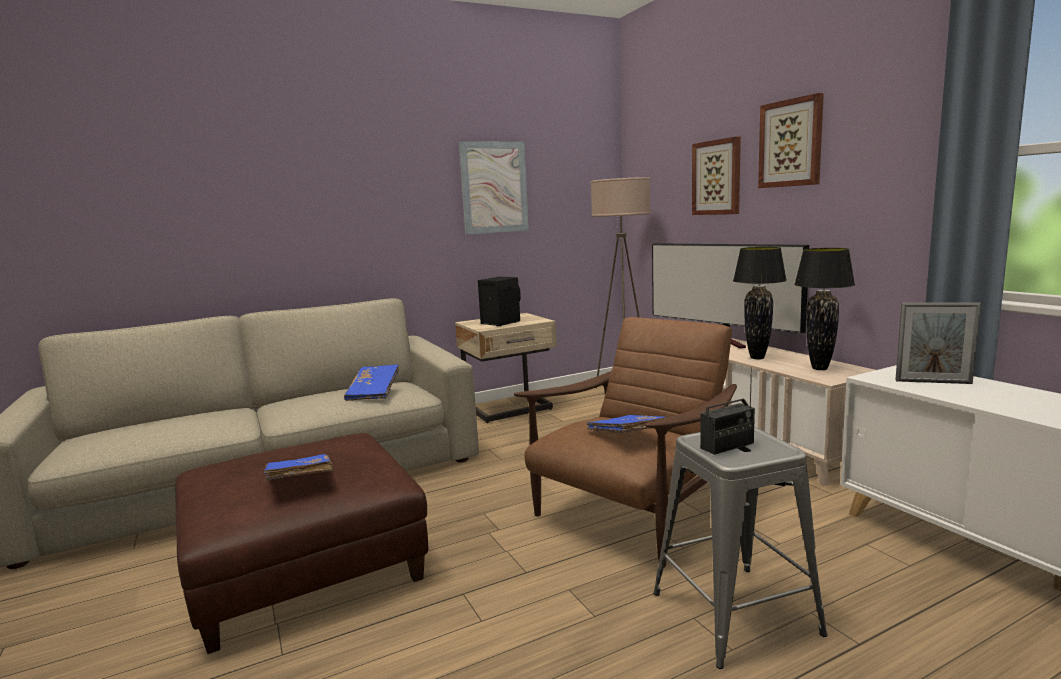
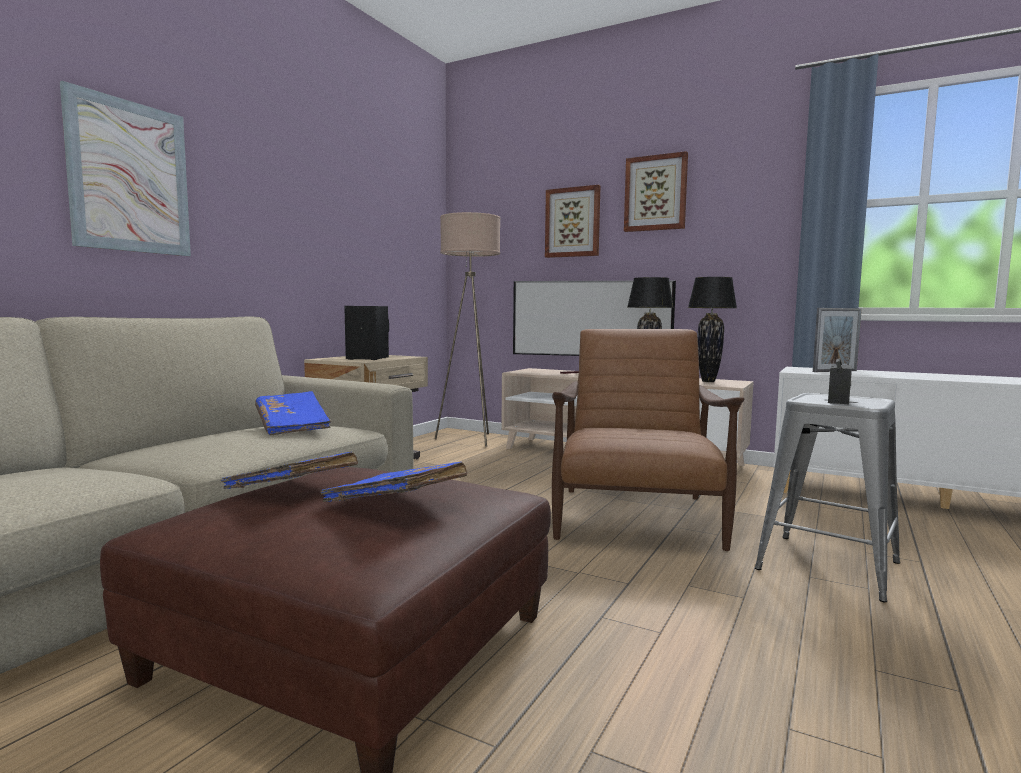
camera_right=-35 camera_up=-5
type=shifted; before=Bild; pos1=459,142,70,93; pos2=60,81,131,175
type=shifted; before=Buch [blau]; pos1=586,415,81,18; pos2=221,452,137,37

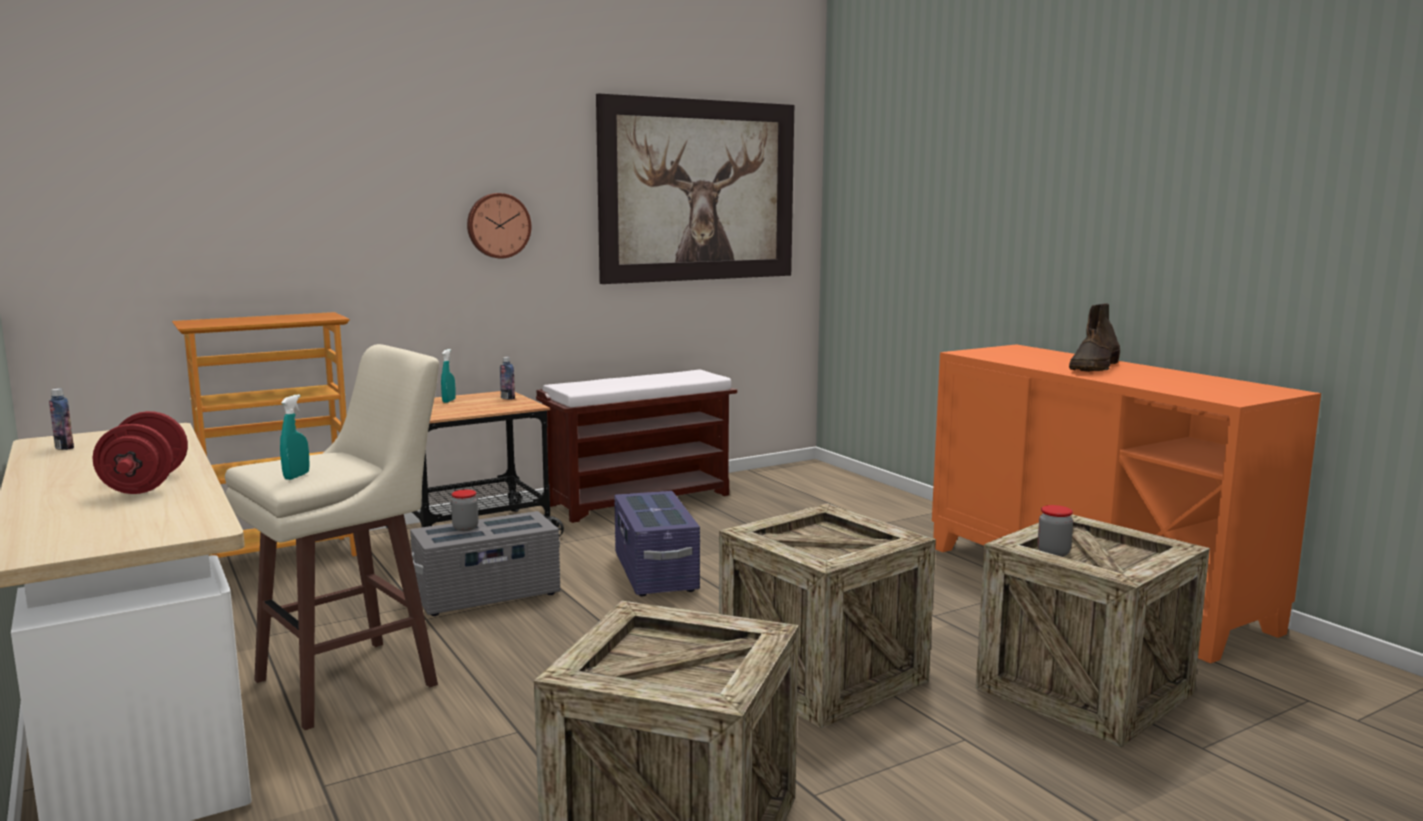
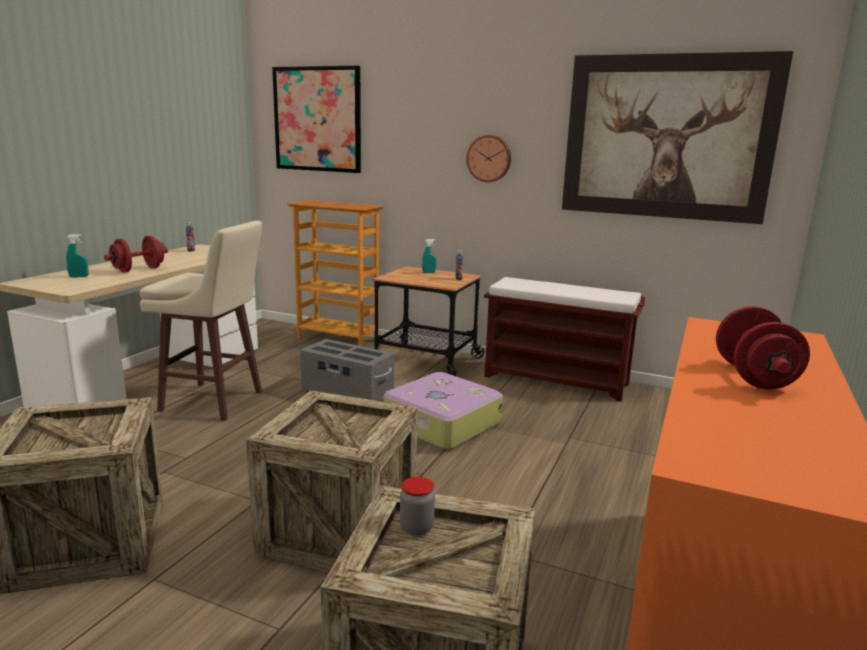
camera_right=55 camera_up=5
type=gone; before=Vorratsglas; pos1=451,489,28,42
type=new; after=Bild; pos2=272,66,89,107
type=shifted; before=Sprühflasche [türkis]; pos1=280,394,30,86; pos2=66,234,23,44
type=swapped; before=Aufbewahrungsbox [lila]; after=Koffer; pos1=614,491,86,105; pos2=384,372,119,78
type=swapped; before=Stiefel [braun]; after=Hantel [rot]; pos1=1069,303,51,69; pos2=716,306,94,83

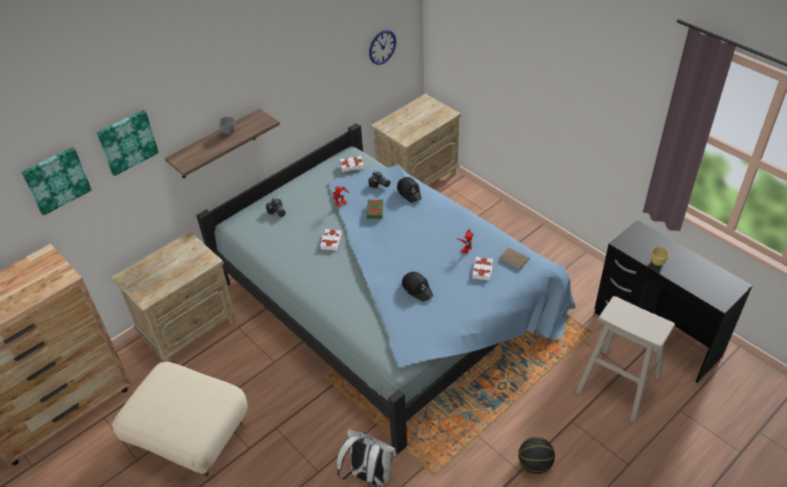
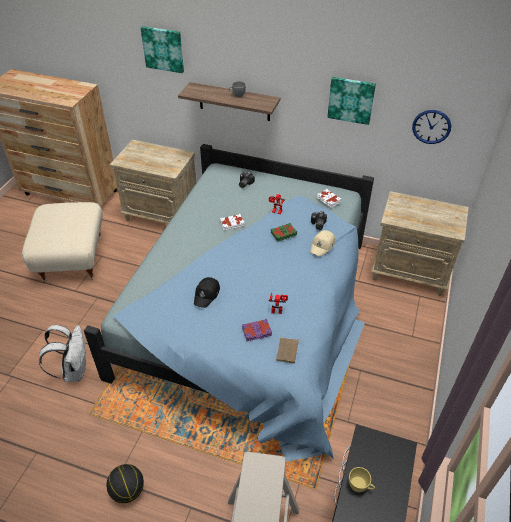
camera_right=60 camera_up=0
type=shifted; before=Bild; pos1=21,147,71,69; pos2=327,77,49,48
type=repainted; before=Kappe [schwarz]; after=Kappe [beige]; pos1=397,177,25,26; pos2=310,230,25,26
type=repainted; before=Buch [weiß]; after=Buch [lila]; pos1=472,257,21,23; pos2=242,319,30,22

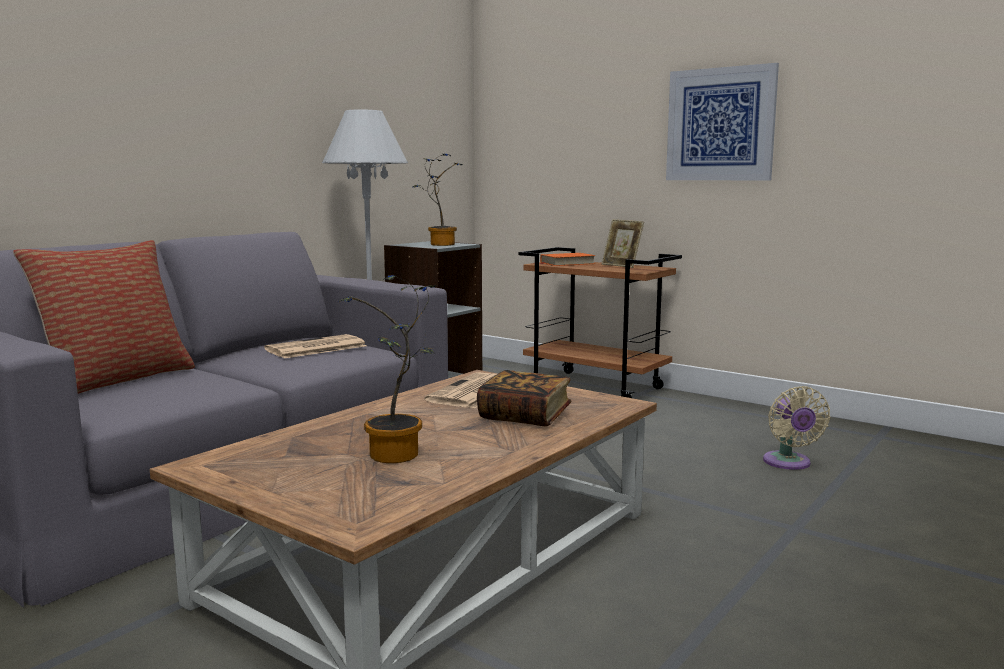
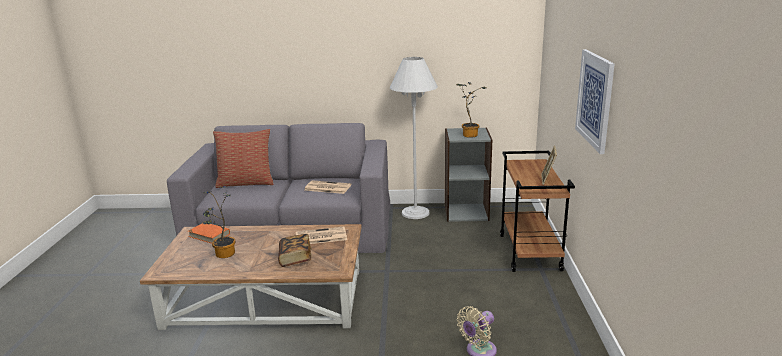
camera_right=55 camera_up=10
type=shifted; before=Buch [orange]; pos1=540,253,56,13; pos2=188,223,42,21

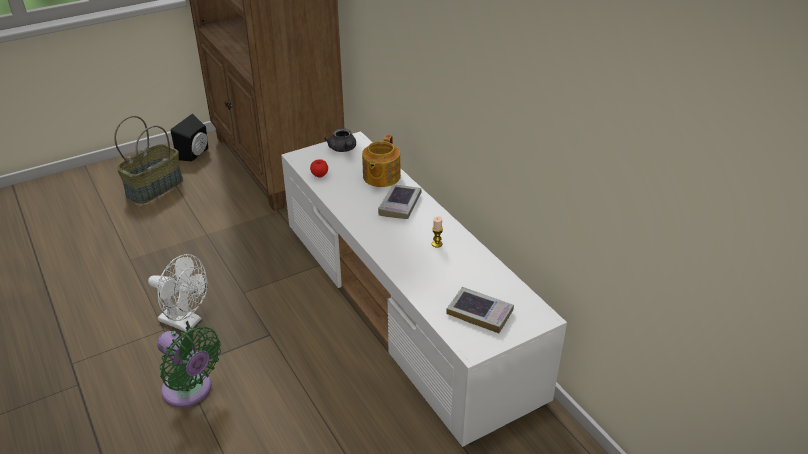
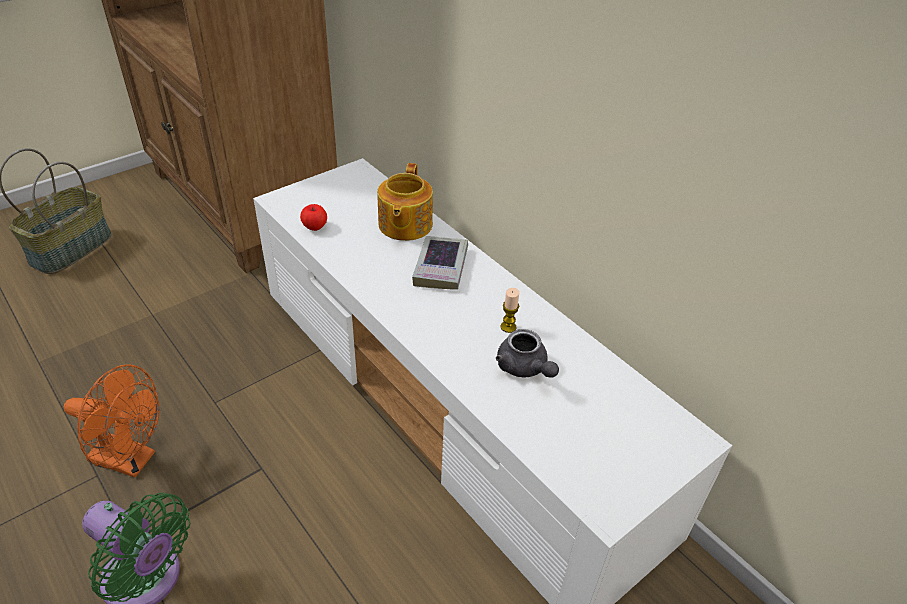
camera_right=-10 camera_up=5
type=gone; before=Lautsprecher [schwarz]; pos1=171,114,37,47
type=gone; before=Buch; pos1=446,287,68,46
type=shifted; before=Teekanne [grau]; pos1=324,128,32,24; pos2=496,329,63,49
type=repainted; before=Ventilator [weiß]; after=Ventilator [orange]; pos1=148,254,60,78; pos2=64,364,96,113

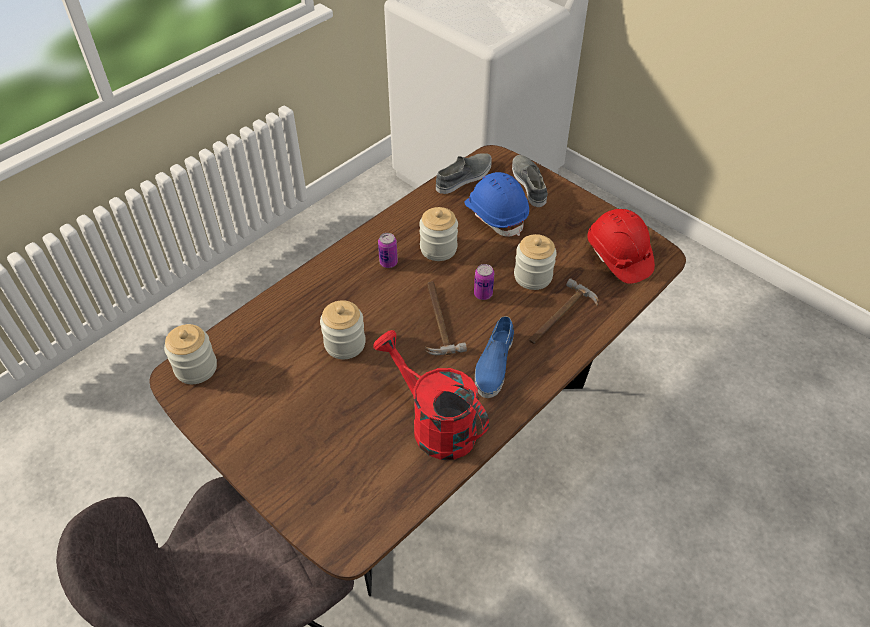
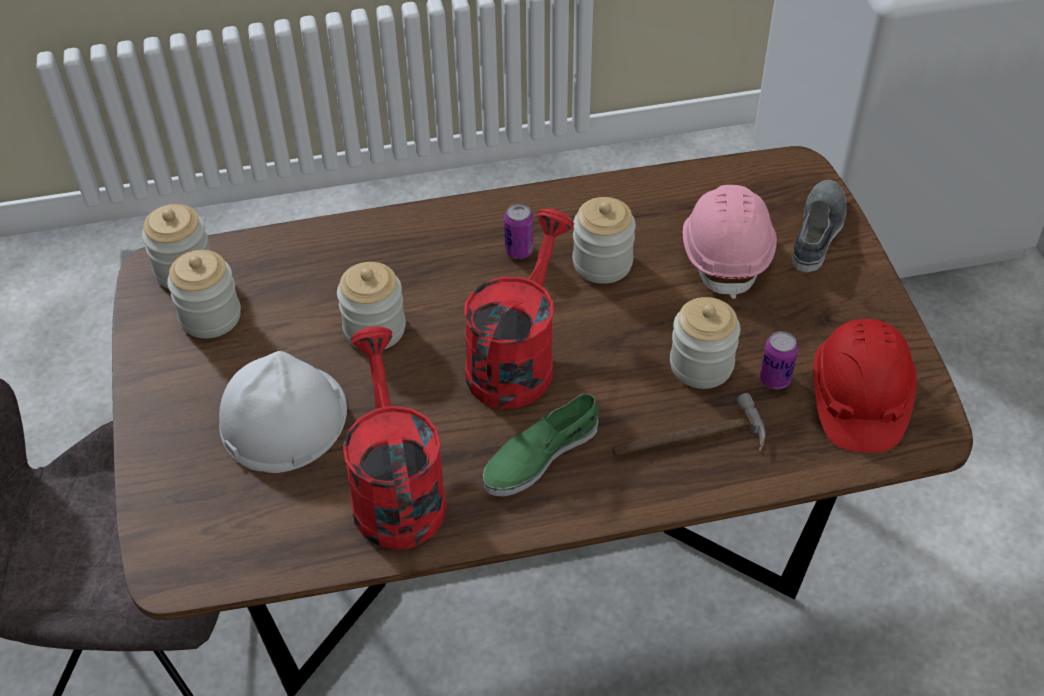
camera_right=35 camera_up=0
type=gone; before=Schuh [grau]; pos1=436,153,56,41
type=new; after=Vorratsglas; pos2=167,250,74,88
type=new; after=Schutzhelm [weiß]; pos2=219,351,128,122
type=shifted; before=Dose; pos1=474,264,20,36; pos2=760,331,38,58
type=swapped; before=Hammer; after=Gießkanne [rot]; pos1=425,282,42,73; pos2=464,208,110,201
type=repainted; before=Schutzhelm [blau]; after=Schutzhelm [rosa]; pos1=464,172,65,65; pos2=683,185,94,114
type=repainted; before=Schuh [blau]; after=Schuh [grün]; pos1=475,316,39,82; pos2=483,393,116,104

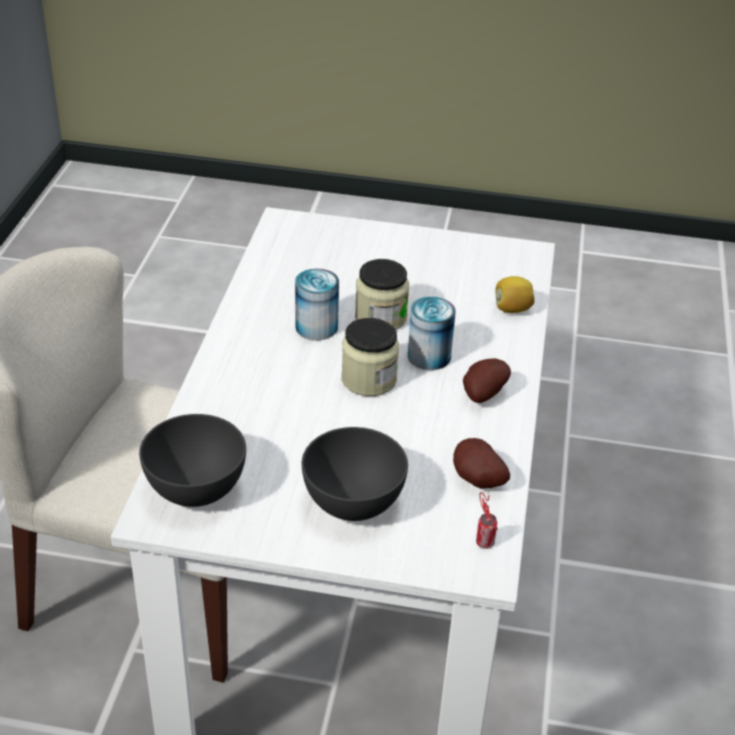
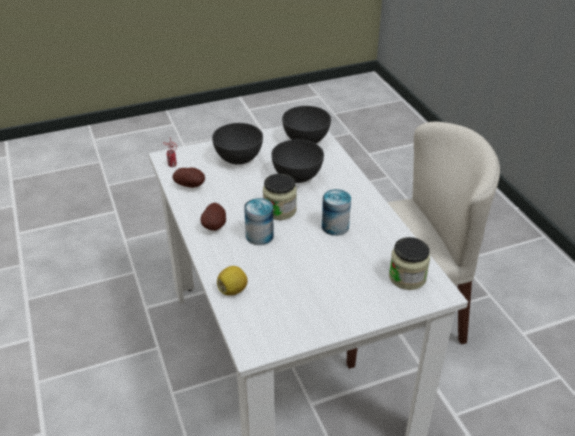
camera_right=150 camera_up=0
type=new; after=Schüssel [grau]; pos2=271,139,53,44
type=shifted; before=Vorratsglas; pos1=355,259,54,71; pos2=389,237,41,53

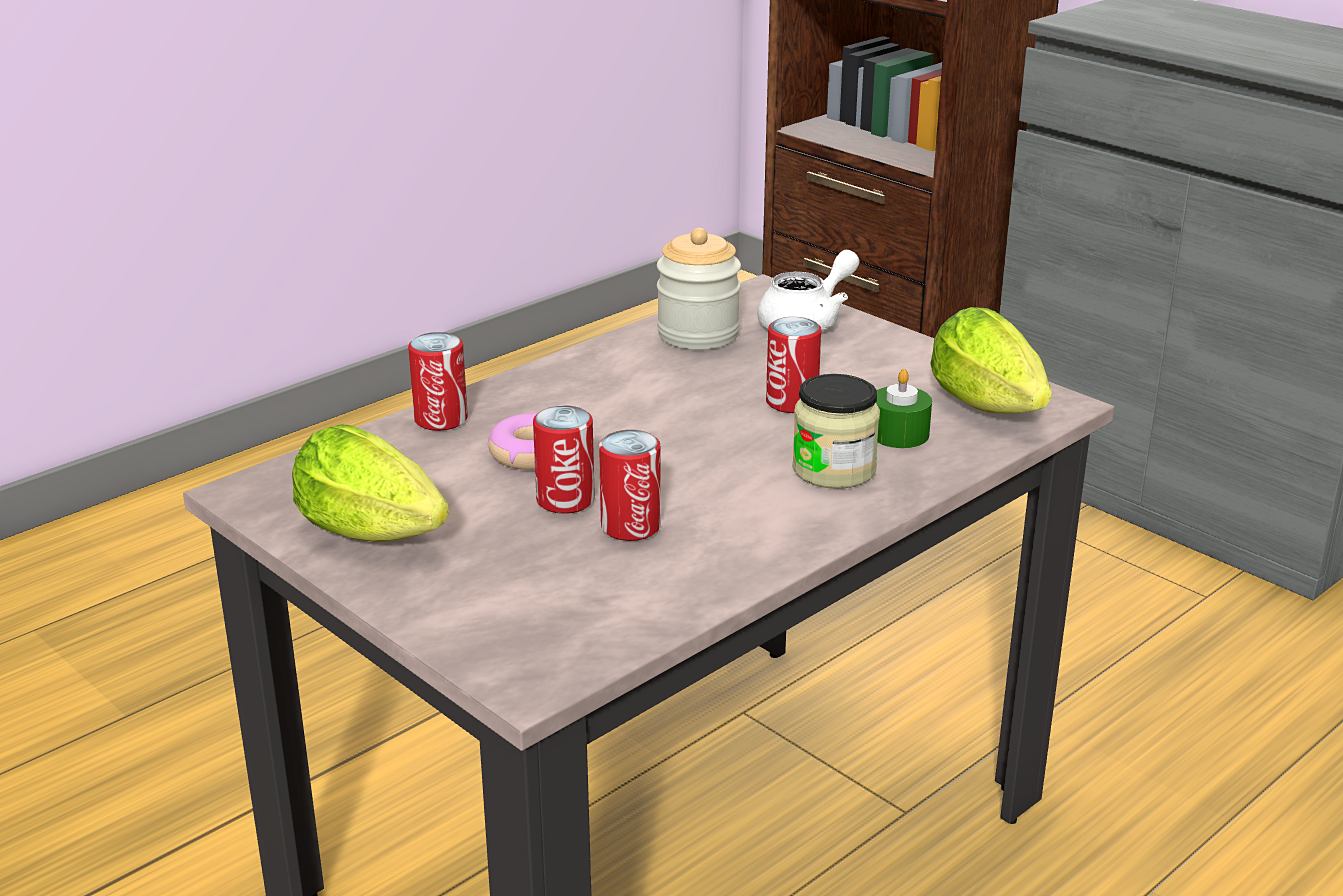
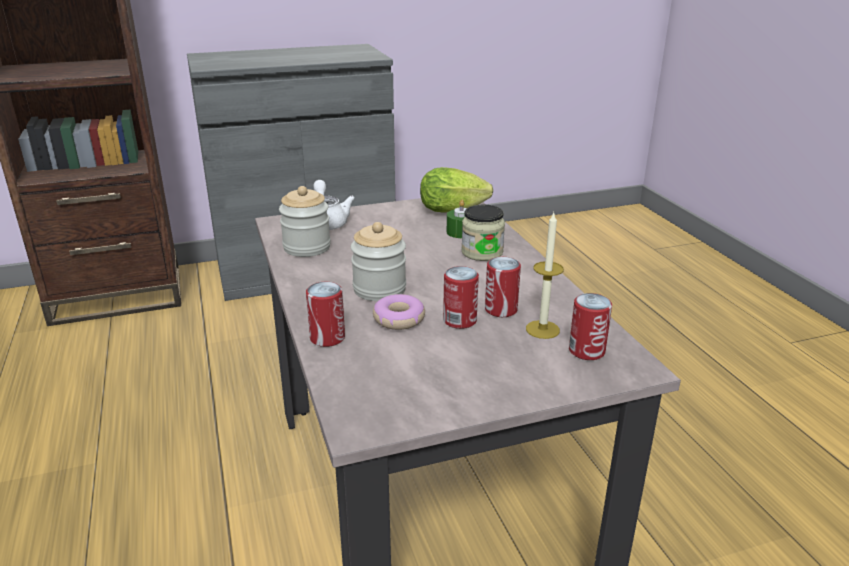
camera_right=-65 camera_up=0
type=gone; before=Salatkopf; pos1=292,424,157,118
type=new; after=Vorratsglas; pos2=351,222,55,79
type=new; after=Kerze; pos2=526,213,38,126
type=shifted; before=Dose; pos1=766,317,55,96; pos2=569,293,43,67

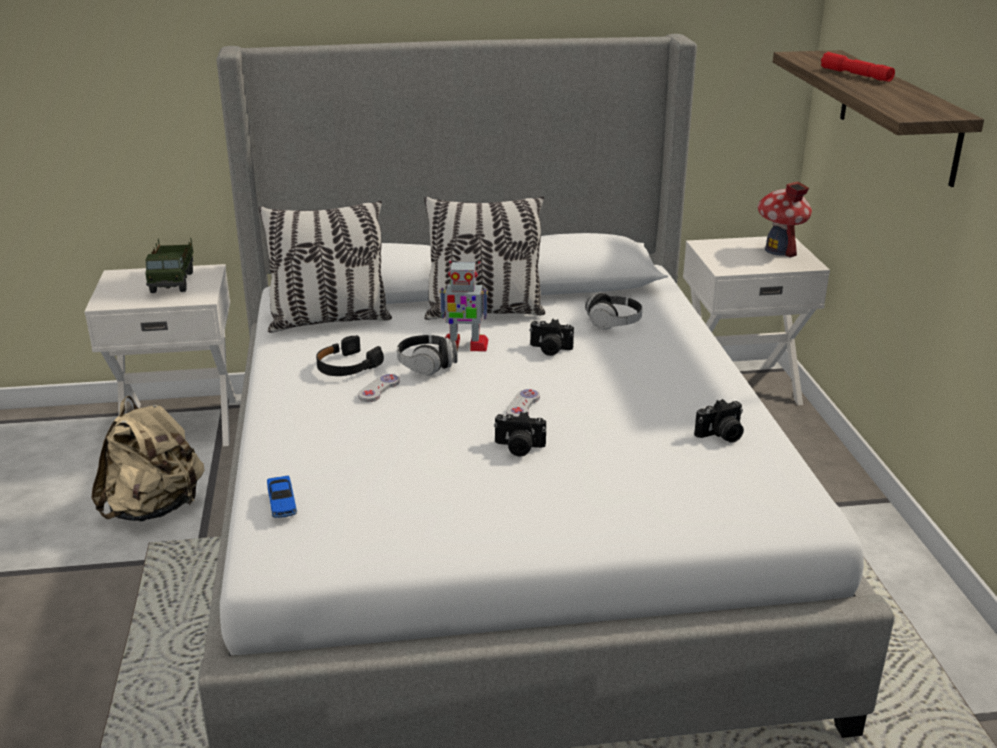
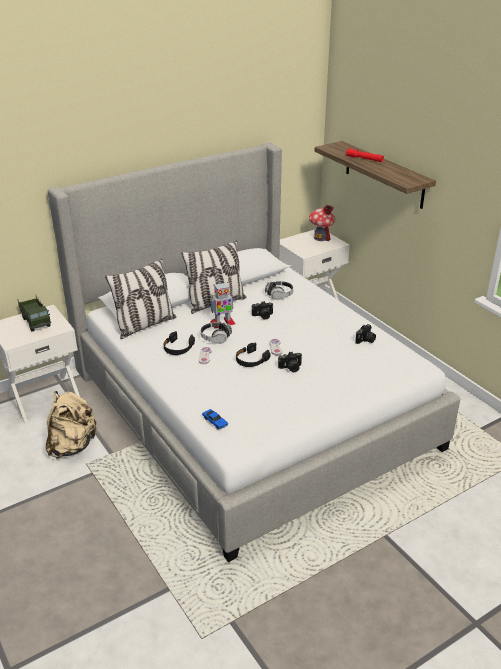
camera_right=-25 camera_up=5
type=new; after=Kopfhörer [schwarz]; pos2=236,343,34,24

